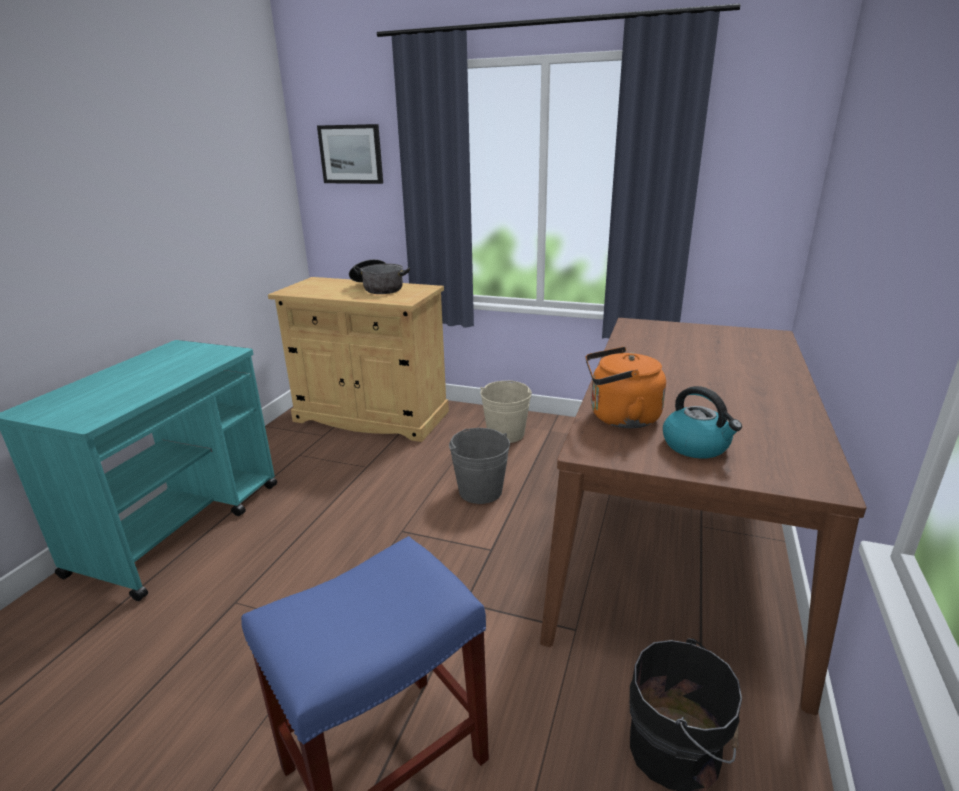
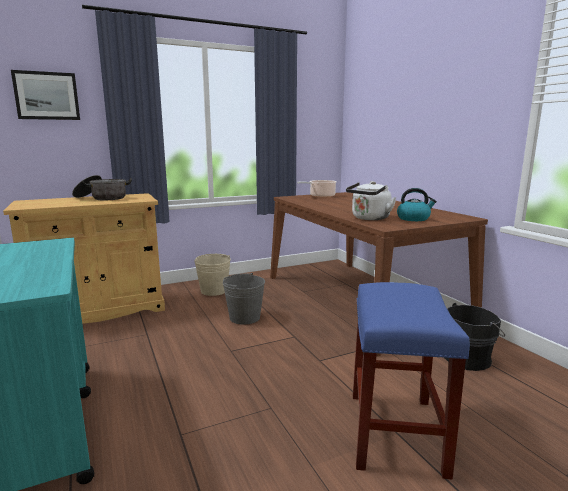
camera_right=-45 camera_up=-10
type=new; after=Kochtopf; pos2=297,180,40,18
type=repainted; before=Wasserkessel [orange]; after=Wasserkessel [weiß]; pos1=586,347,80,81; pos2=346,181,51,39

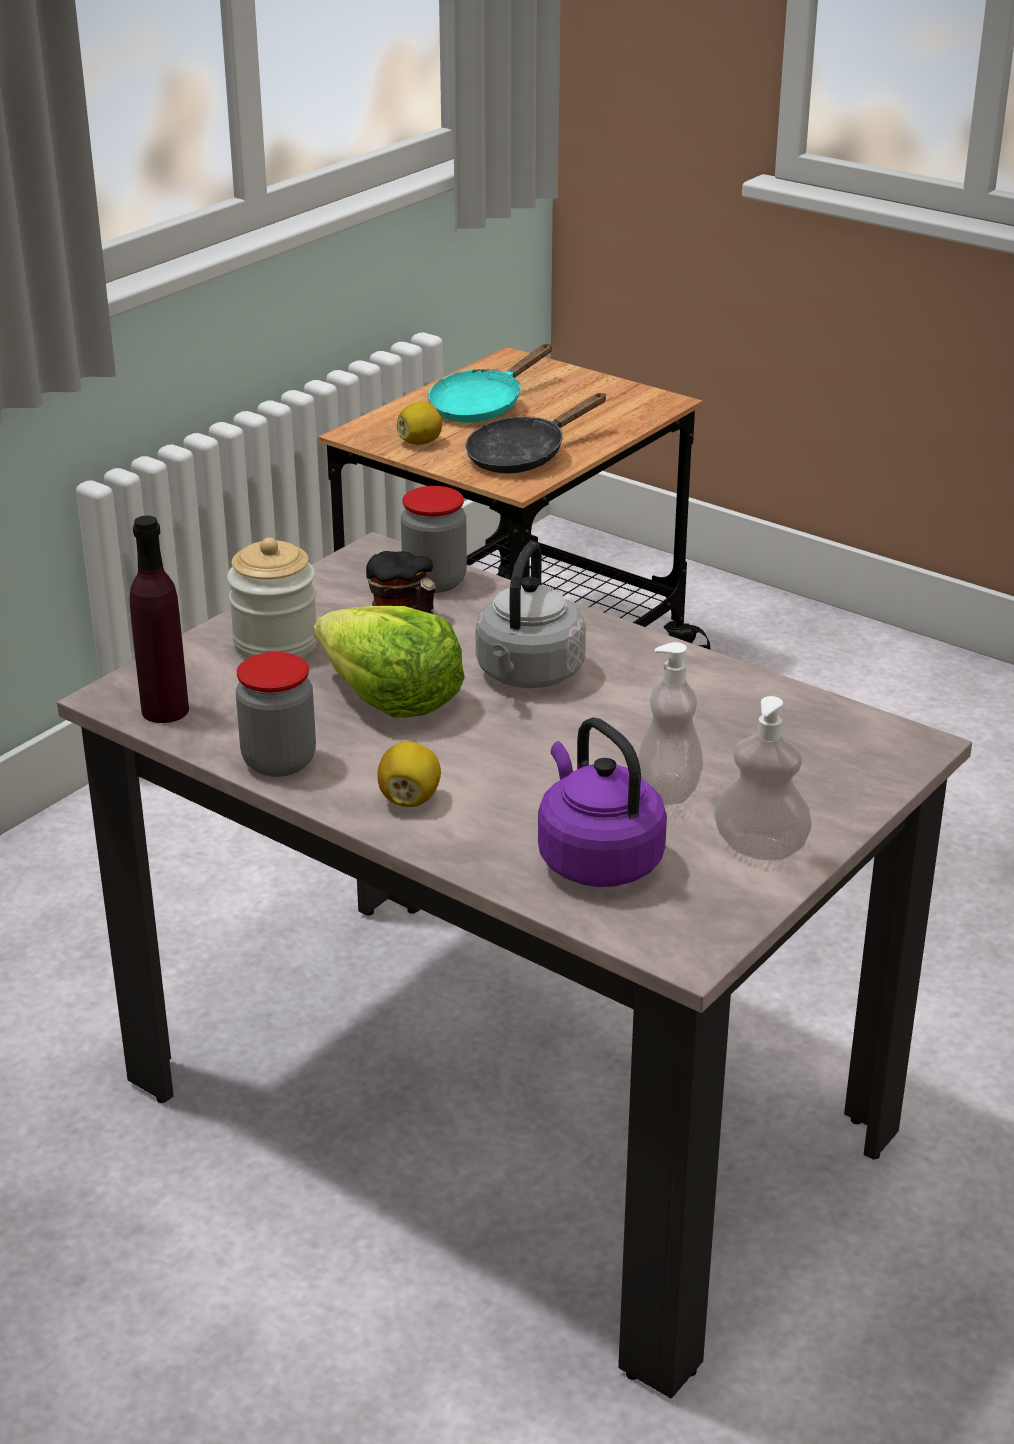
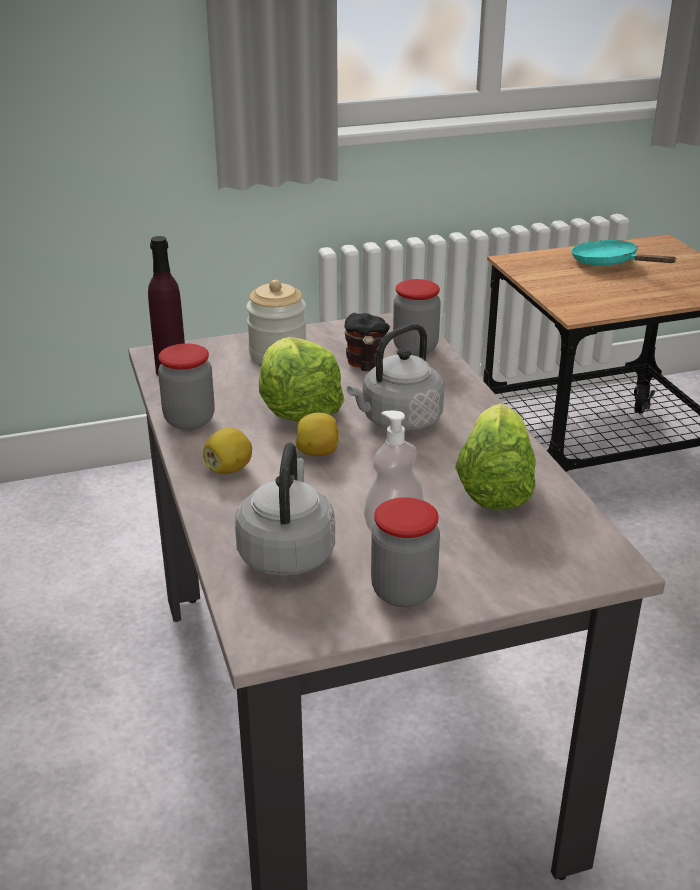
camera_right=35 camera_up=0
type=gone; before=Pfanne [schwarz]; pos1=465,393,142,80
type=new; after=Salatkopf; pos2=455,403,81,107
type=shifted; before=Zitrone; pos1=397,402,45,43; pos2=295,413,44,43
type=swapped; before=Seifenspender; after=Vorratsglas; pos1=714,696,98,165; pos2=371,497,69,110
type=repainted; before=Wasserkessel [lila]; after=Wasserkessel [grau]; pos1=538,717,129,170; pos2=235,443,100,133
type=rotated; before=Pfanne [türkis]; pos1=428,344,124,79; pos2=571,240,106,25; turn=60

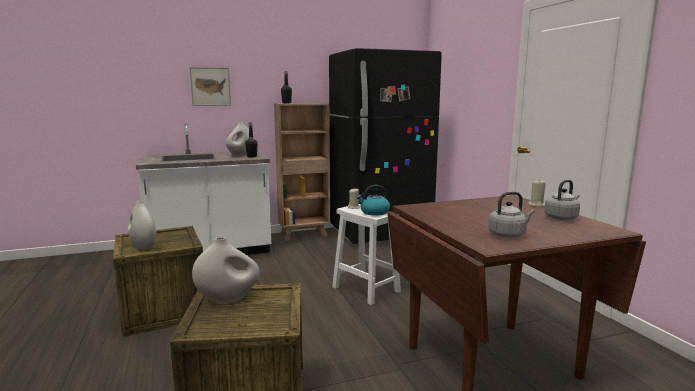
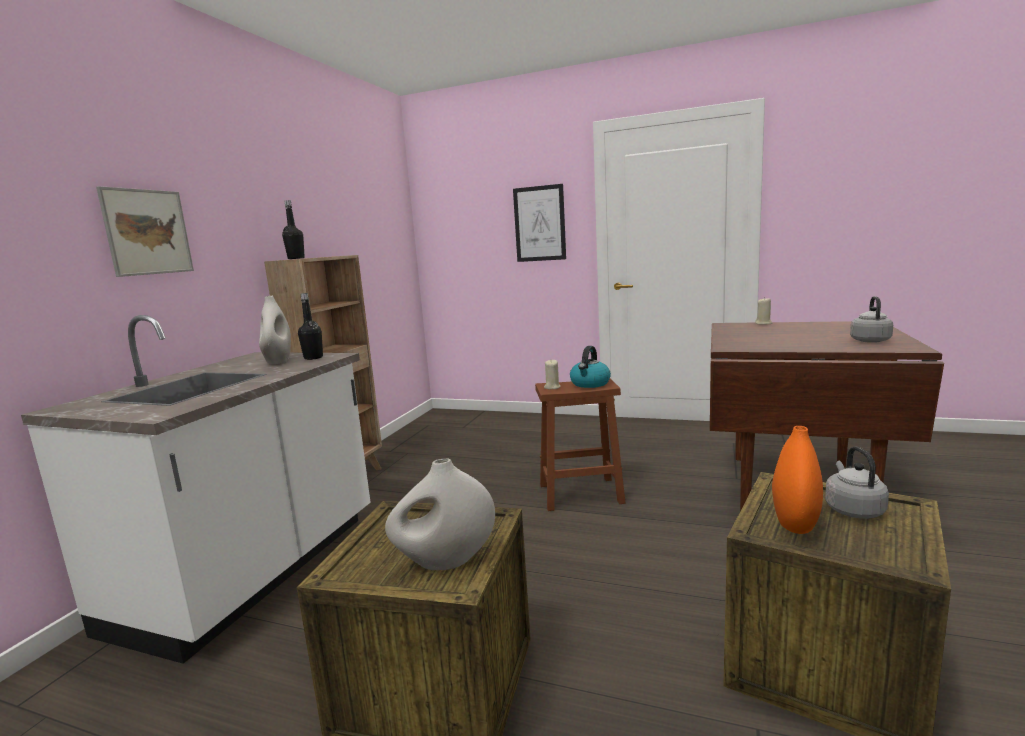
camera_right=-50 camera_up=0
type=gone; before=Kühlschrank [schwarz]; pos1=329,48,113,196
type=new; after=Bild; pos2=513,184,53,78
type=shifted; before=Wasserkessel [grau]; pos1=544,180,36,40; pos2=825,446,64,73
type=repainted; before=Vase [weiß]; after=Vase [orange]; pos1=192,237,68,66; pos2=772,426,51,108
type=repainted; before=Hocker [weiß]; after=Hocker [braun]; pos1=332,204,69,101; pos2=535,379,90,132

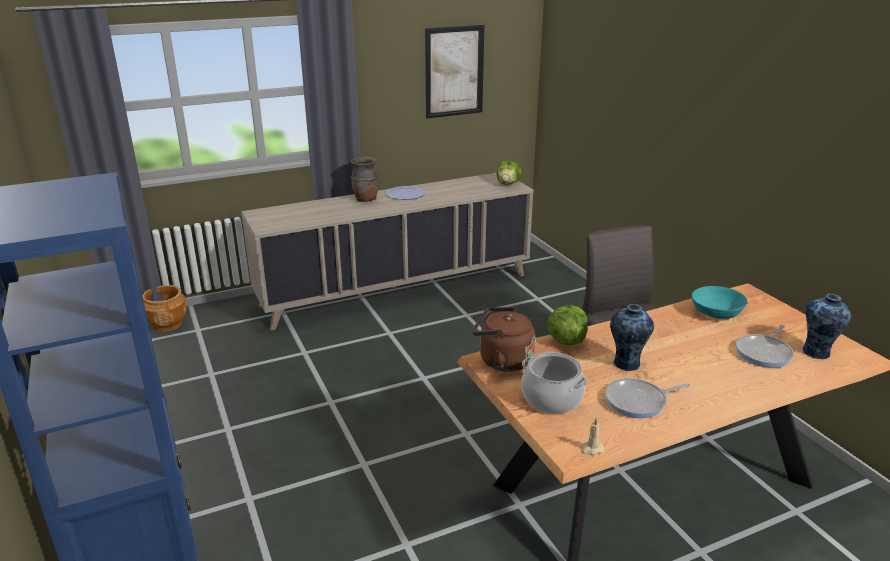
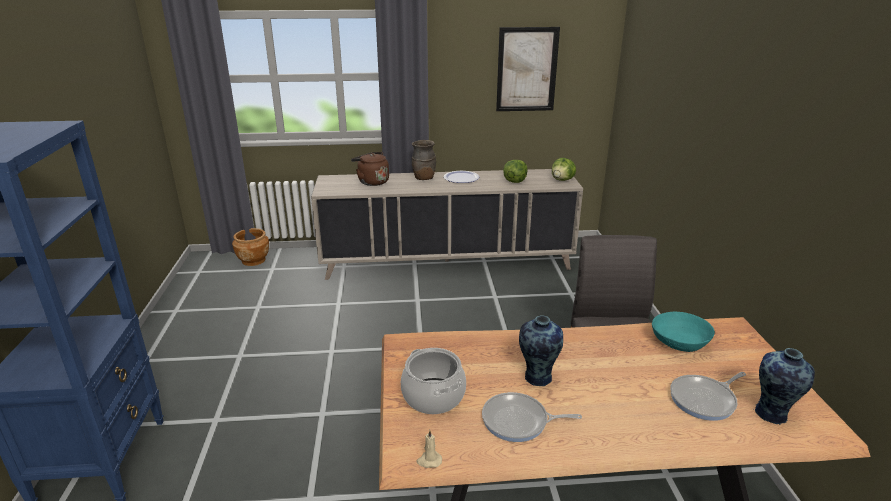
camera_right=20 camera_up=0
type=shifted; before=Wasserkessel [braun]; pos1=472,307,63,65; pos2=351,152,38,34
type=shifted; before=Salatkopf; pos1=547,305,41,40; pos2=503,160,25,23

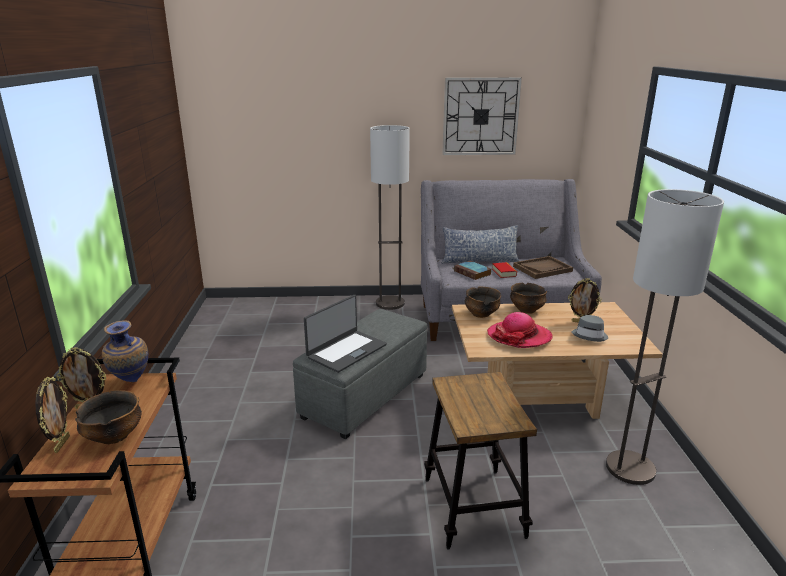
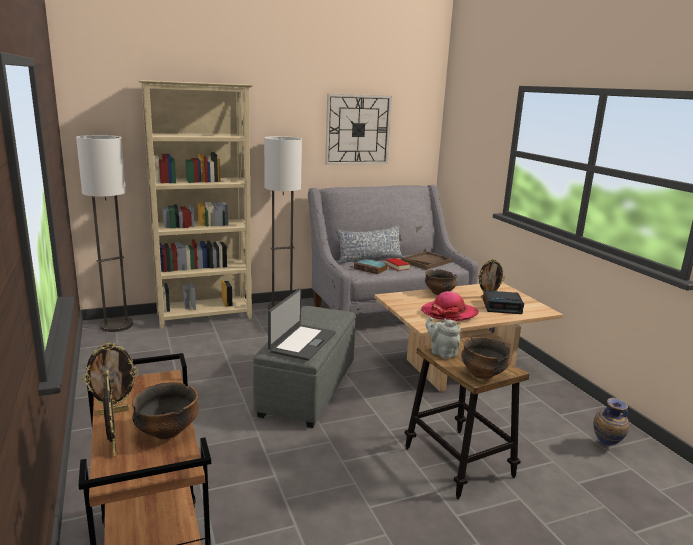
camera_right=-20 camera_up=-5
type=new; after=Bücherregal [beige]; pos2=137,80,116,249
type=new; after=Teekanne [grau]; pos2=426,317,35,42
type=shifted; before=Vase; pos1=102,320,46,62; pos2=593,398,36,48
type=shifted; before=Schüssel; pos1=465,287,36,31; pos2=461,337,50,42
type=shifted; before=Stehlampe; pos1=606,189,118,296; pos2=76,135,57,197
type=swapped; before=Hut [grau]; after=Wecker; pos1=571,315,37,27; pos2=483,290,41,24

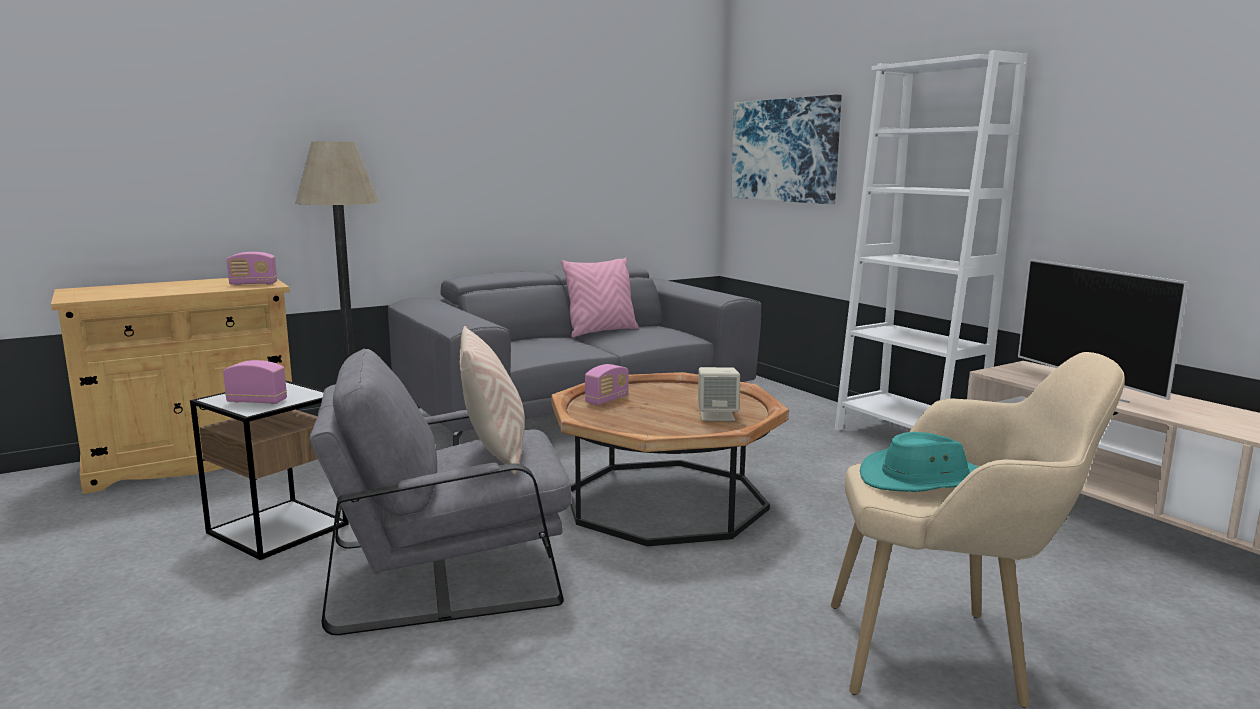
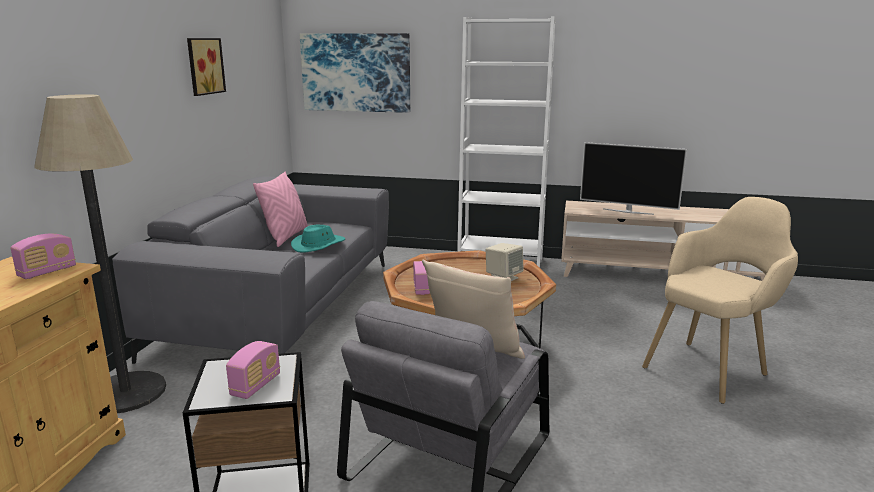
camera_right=-45 camera_up=5
type=new; after=Bild; pos2=187,38,39,58
type=shifted; before=Hut [türkis]; pos1=860,432,118,60; pos2=291,225,54,28
type=rotated; before=Radio; pos1=223,360,64,44; pos2=226,341,54,58; turn=150

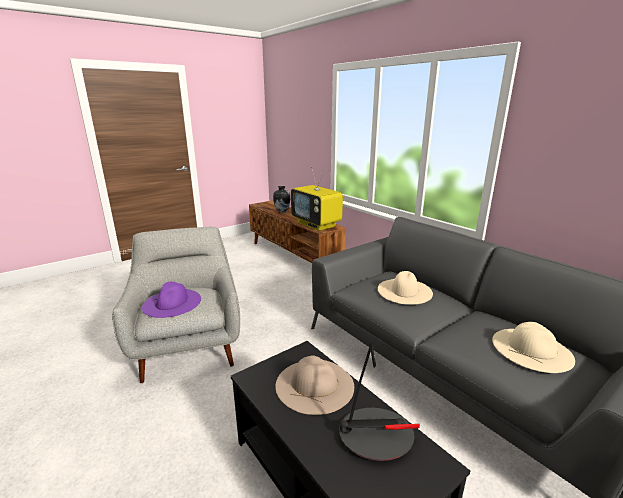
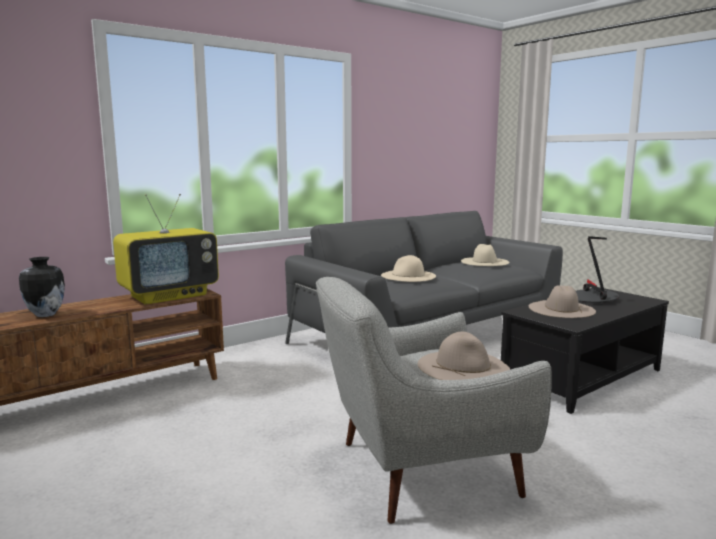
camera_right=-90 camera_up=-10
type=repainted; before=Hut [lila]; after=Hut [beige]; pos1=142,281,59,37; pos2=418,332,92,48

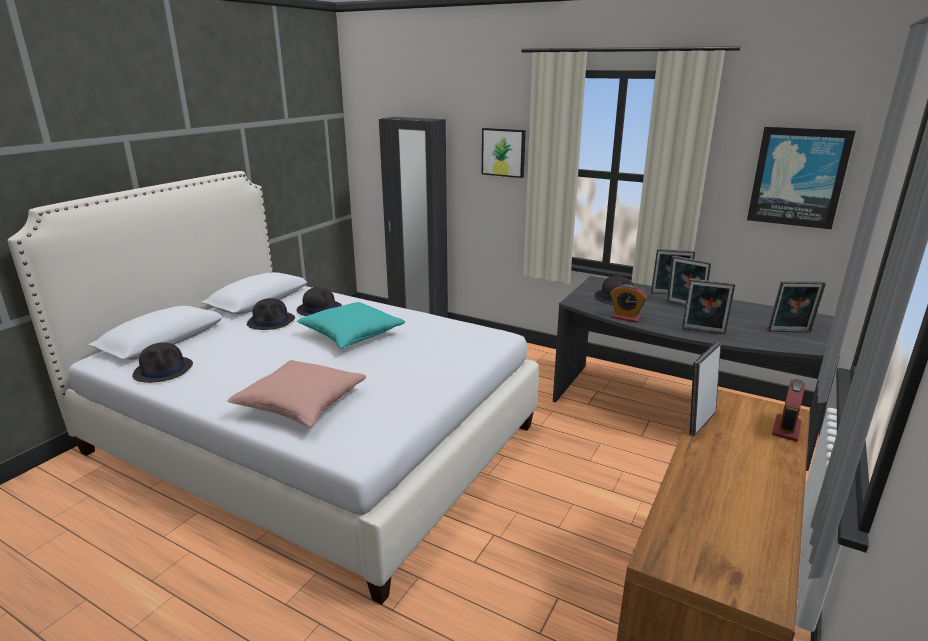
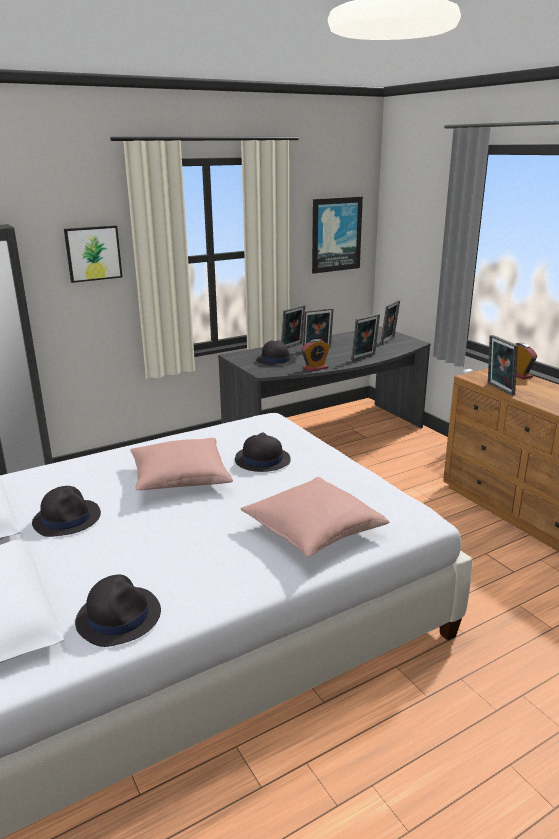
camera_right=-60 camera_up=0
type=shifted; before=Hut [schwarz]; pos1=297,287,45,29; pos2=235,433,56,39
type=repainted; before=Kissen [türkis]; after=Kissen [rosa]; pos1=297,302,108,47; pos2=130,438,103,52

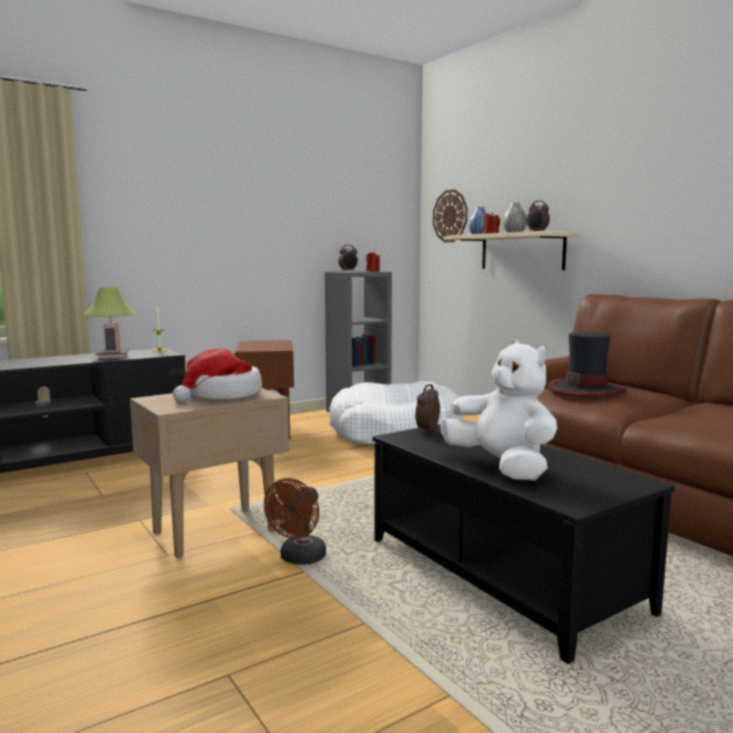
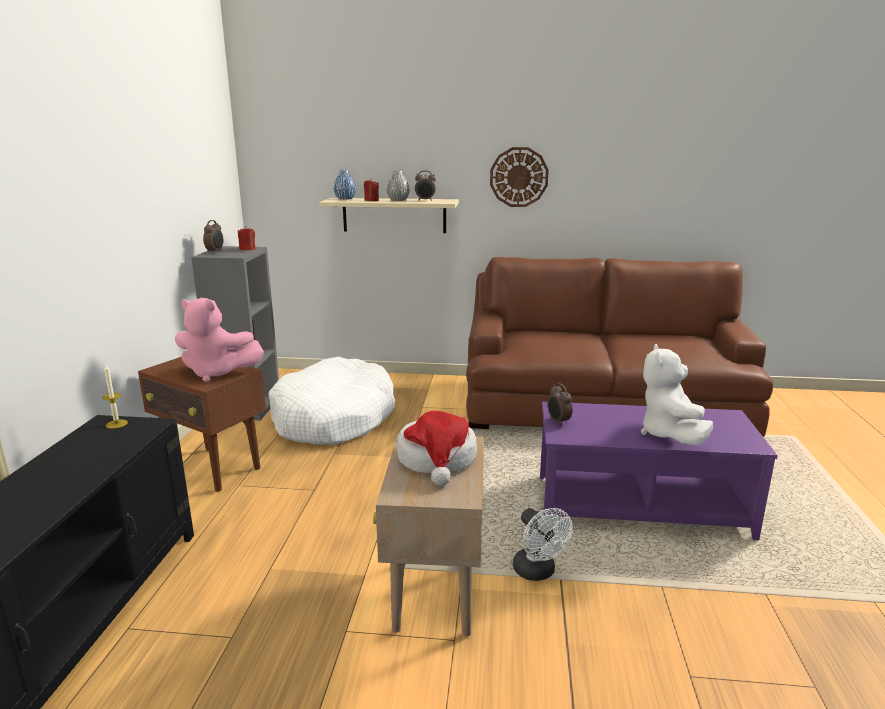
camera_right=-50 camera_up=10
type=gone; before=Tischlampe; pos1=84,287,52,72
type=gone; before=Hut; pos1=548,332,78,65
type=new; after=Plüschtier [rosa]; pos2=175,298,89,84
type=shifted; before=Wanduhr; pos1=433,189,34,53; pos2=490,147,59,60
type=repainted; before=Ventilator [braun]; after=Ventilator [weiß]; pos1=264,478,62,87; pos2=513,508,60,73
type=repainted; before=Couchtisch [schwarz]; after=Couchtisch [lila]; pos1=373,424,302,240; pos2=540,402,238,138
type=rotated; before=Plüschtier [weiß]; pos1=440,340,117,141; pos2=641,344,72,101; turn=-90

